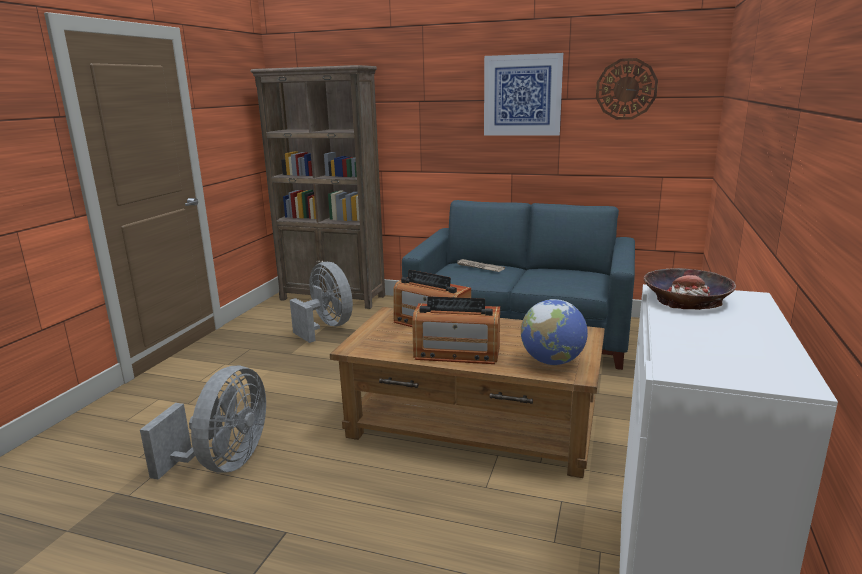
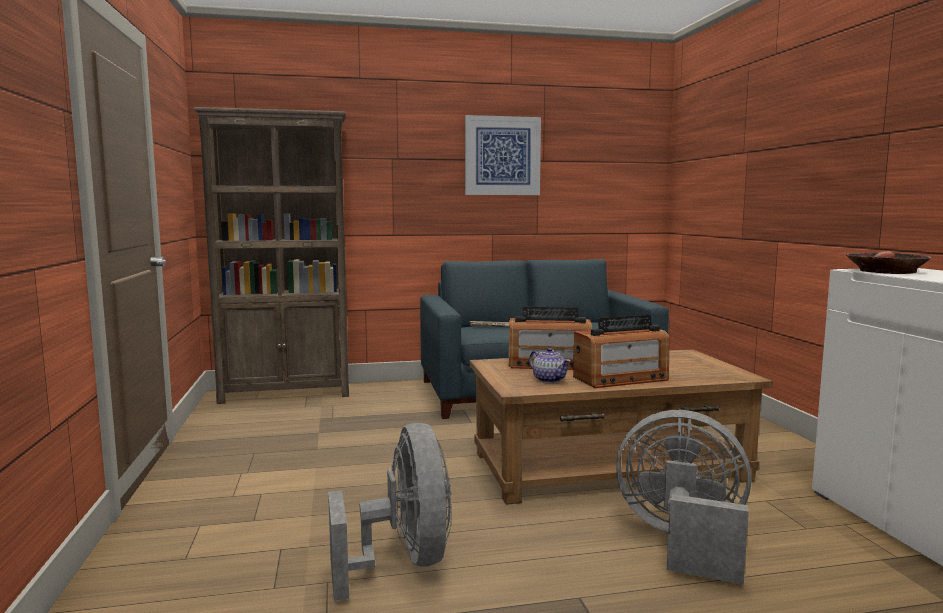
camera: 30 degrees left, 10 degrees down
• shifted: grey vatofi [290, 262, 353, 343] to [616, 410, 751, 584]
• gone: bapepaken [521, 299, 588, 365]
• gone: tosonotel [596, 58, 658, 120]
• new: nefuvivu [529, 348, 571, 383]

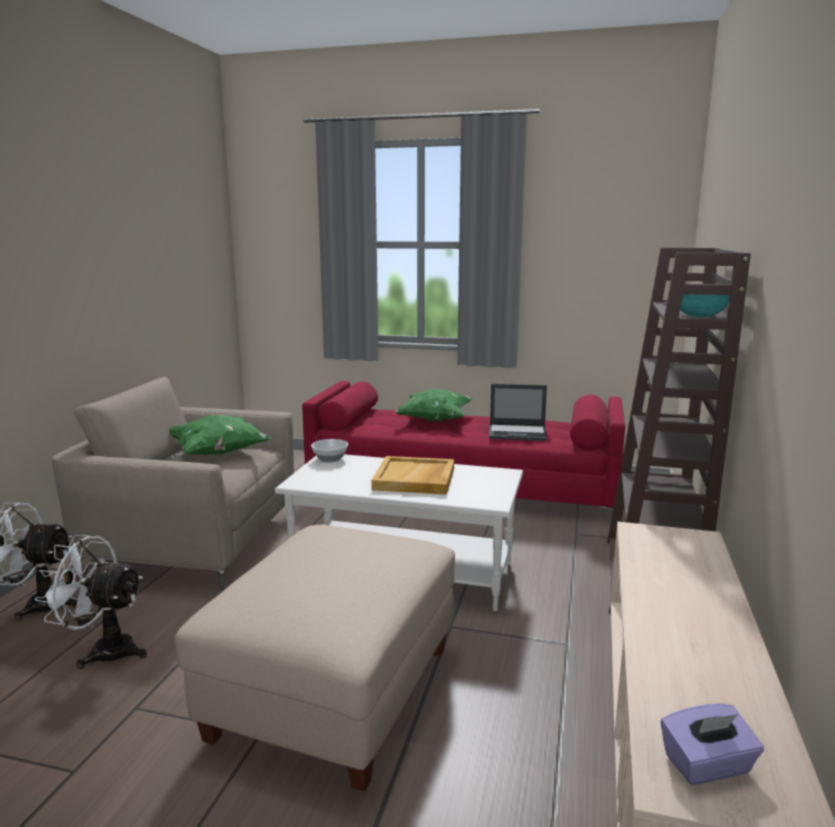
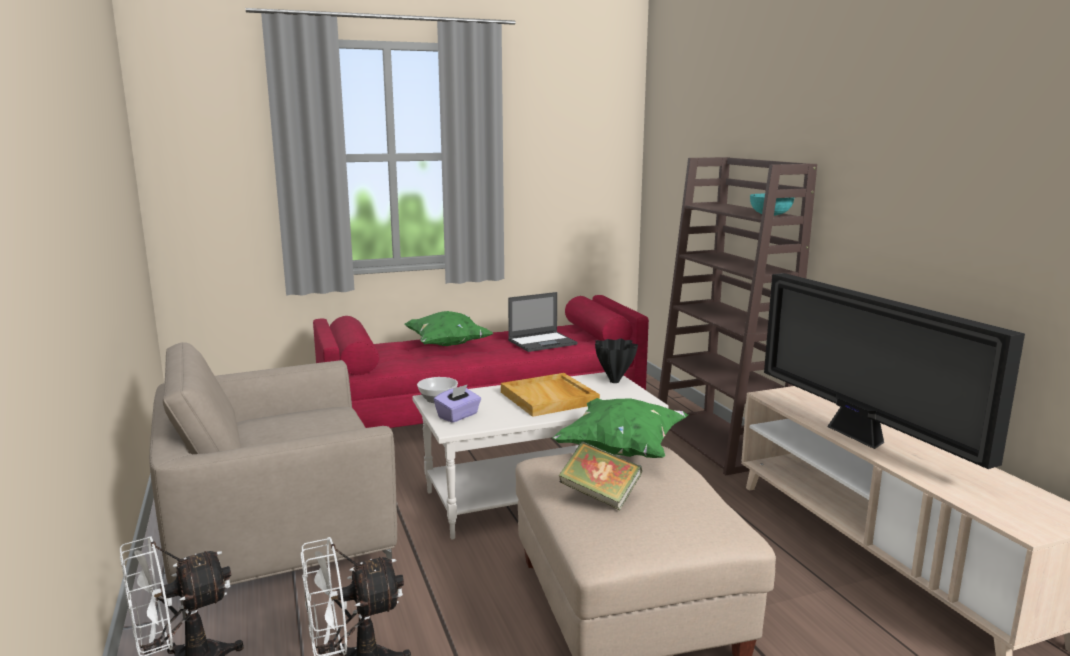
camera: 35 degrees left, 0 degrees up
• shifted: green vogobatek [169, 415, 271, 455] to [552, 398, 688, 458]
• shifted: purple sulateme [661, 703, 764, 785] to [434, 384, 481, 423]
• new: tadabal [559, 442, 642, 510]
• new: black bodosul [595, 339, 638, 383]
• new: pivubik [764, 273, 1025, 469]

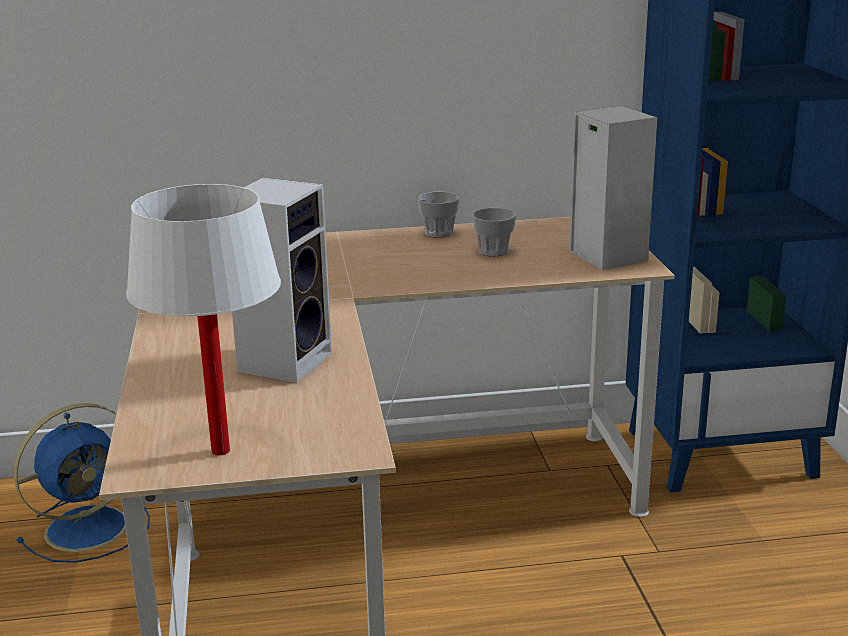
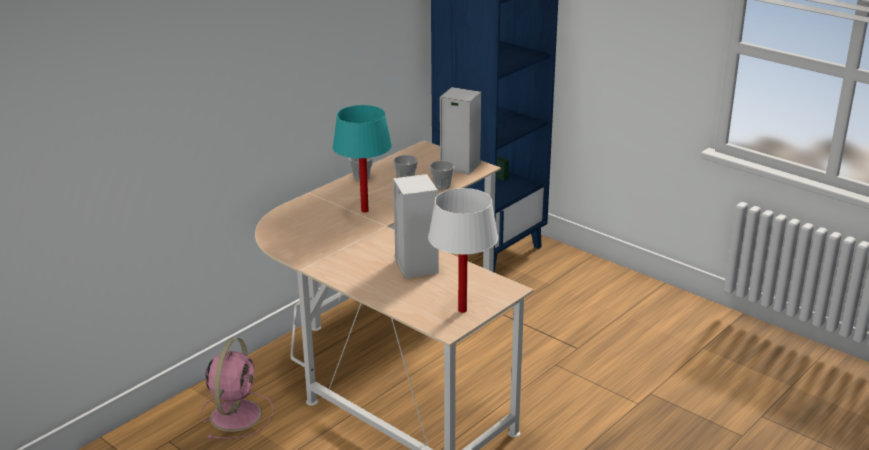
camera: 40 degrees left, 5 degrees up
• repainted: blue vatofi [14, 403, 150, 563] to pink vatofi [201, 338, 274, 439]
• new: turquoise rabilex [332, 105, 392, 213]
• new: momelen [430, 161, 455, 189]

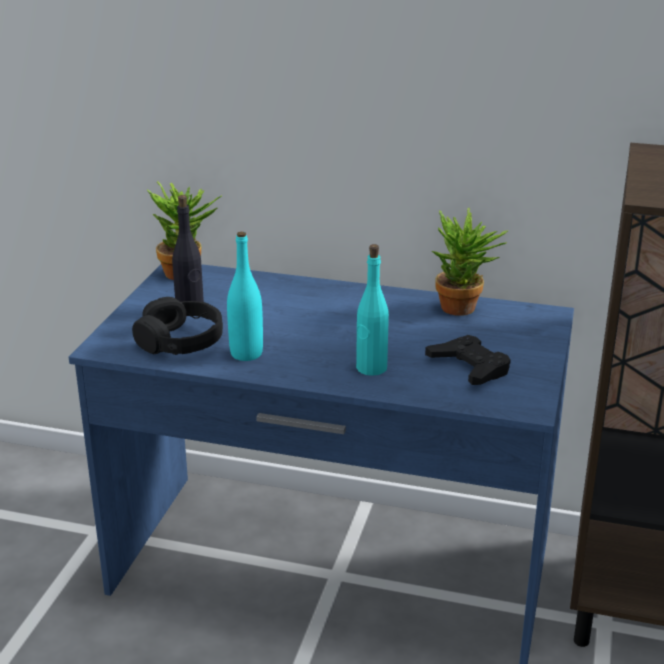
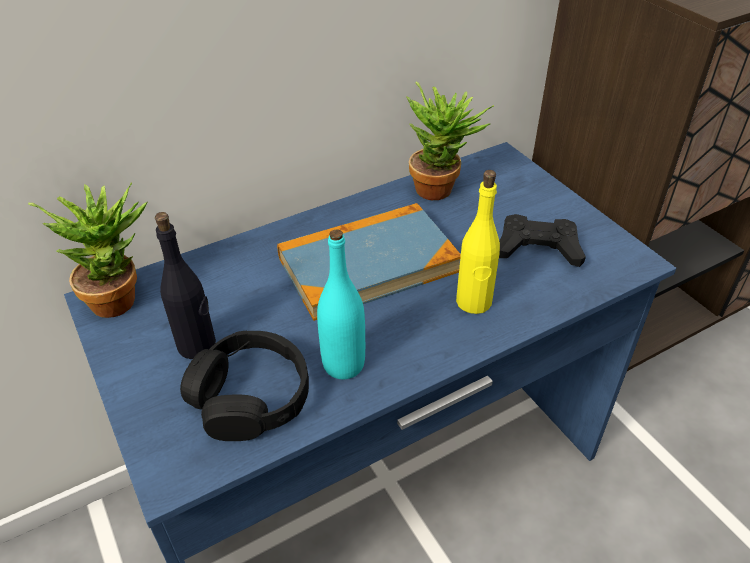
camera: 45 degrees left, 15 degrees up
• repainted: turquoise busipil [356, 244, 389, 376] to yellow busipil [456, 170, 500, 314]
• new: tadabal [277, 203, 461, 321]

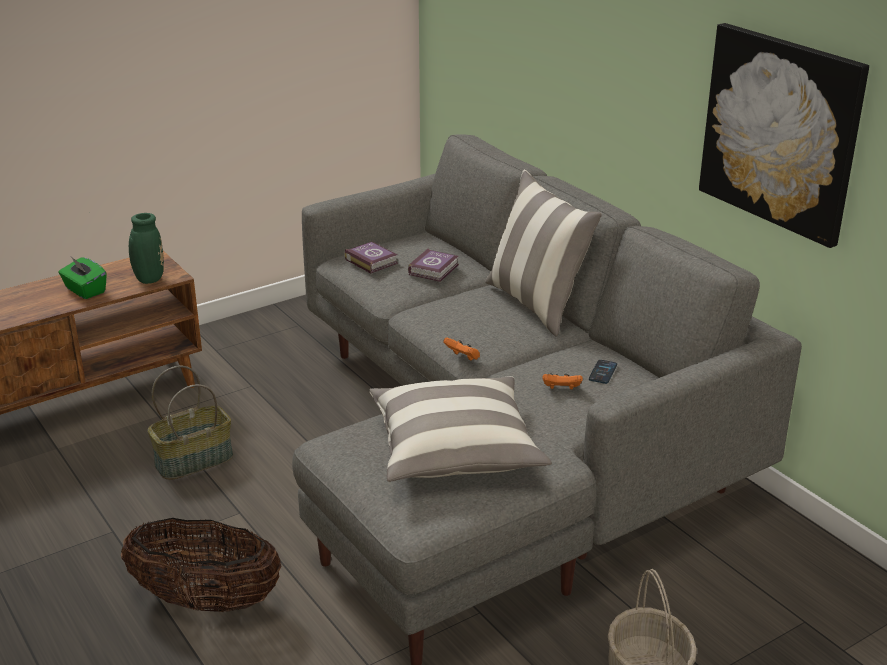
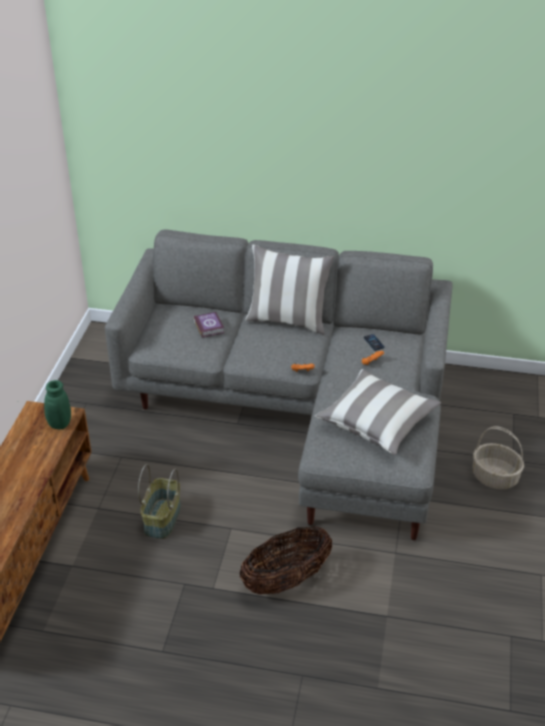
camera: 45 degrees left, 10 degrees up
• gone: green sulateme [58, 257, 107, 299]
• gone: tadabal [344, 242, 398, 274]
• gone: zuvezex [699, 23, 869, 248]

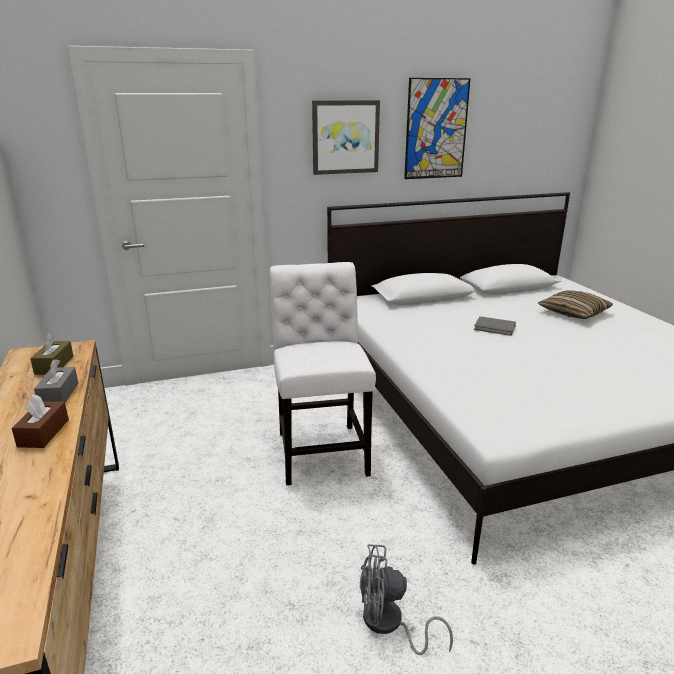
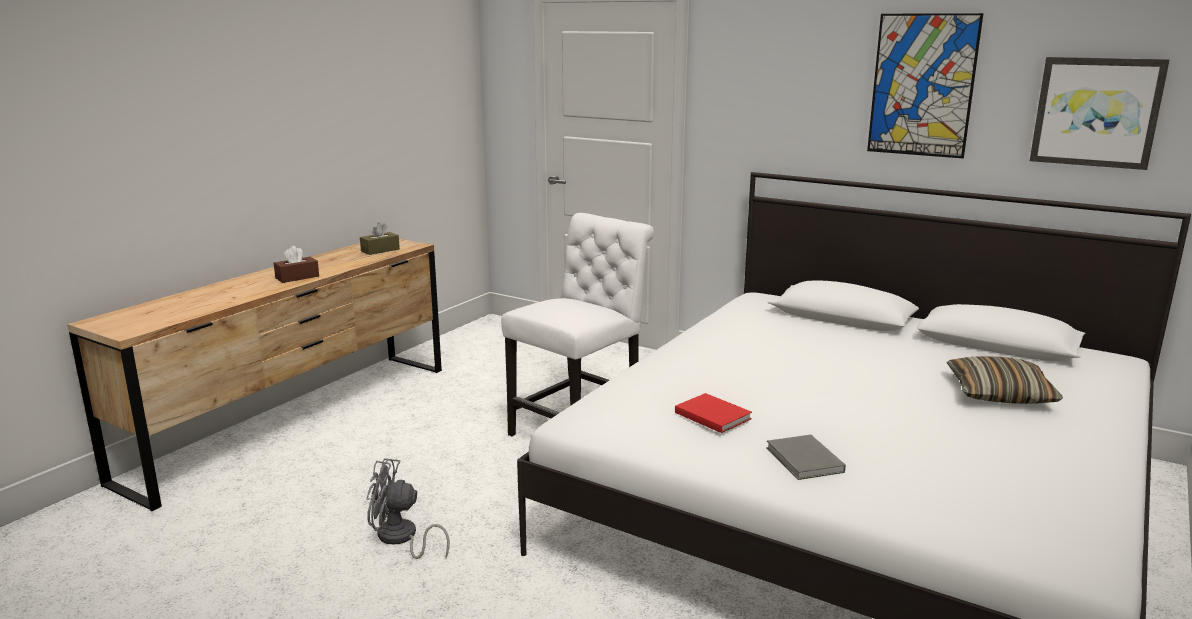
camera: 50 degrees right, 5 degrees down
• gone: grey sulateme [34, 359, 78, 403]
• shifted: zuvezex [312, 100, 380, 175] to [1030, 57, 1169, 170]
• rotated: grey vatofi [360, 544, 453, 655] = [366, 458, 450, 559] 45 degrees counterclockwise
• shifted: grey tadabal [474, 316, 516, 336] to [766, 435, 846, 480]
• new: red tadabal [675, 393, 752, 433]

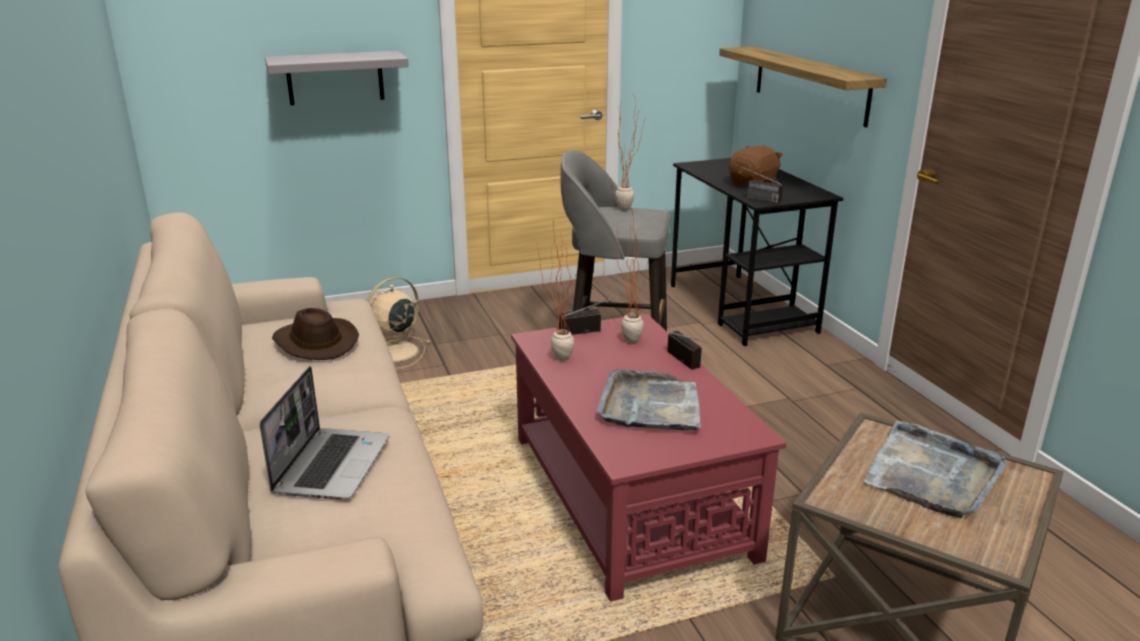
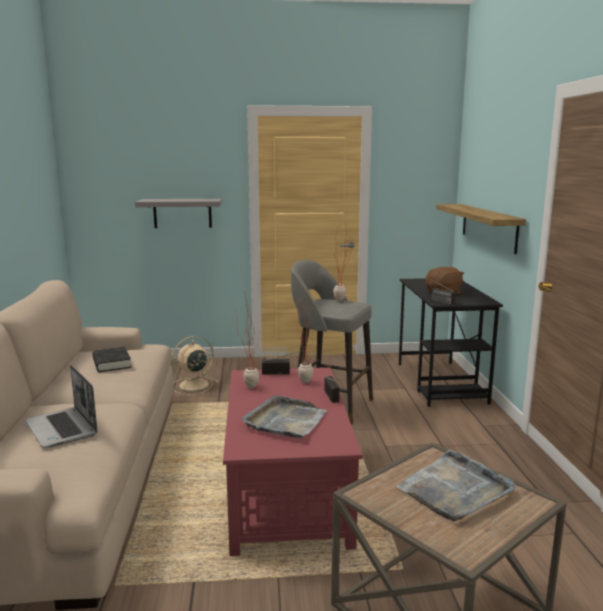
camera: 15 degrees right, 10 degrees down
• rotated: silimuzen [259, 366, 389, 500] = [25, 365, 98, 448] 120 degrees clockwise
• swapped: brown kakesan [272, 308, 359, 360] to black tadabal [92, 347, 131, 372]

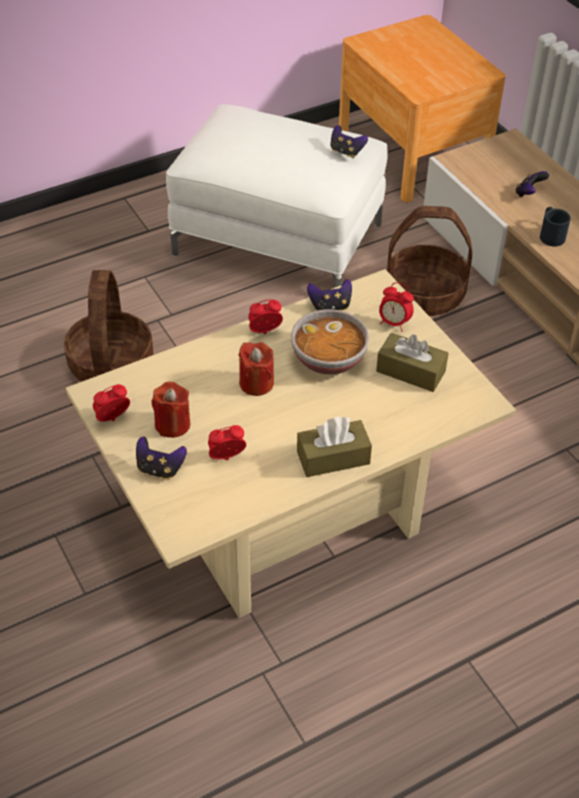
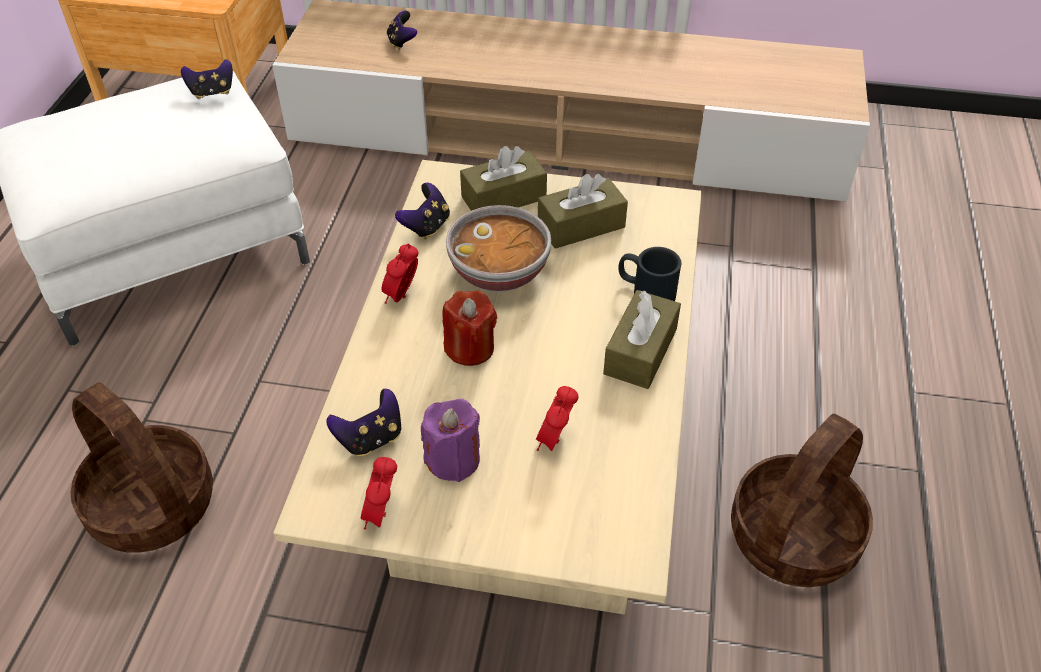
camera: 50 degrees left, 0 degrees up
• shifted: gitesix [136, 436, 187, 479] to [326, 389, 401, 456]
• repainted: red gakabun [152, 381, 191, 438] to purple gakabun [421, 399, 480, 482]
• swapped: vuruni [379, 282, 414, 331] to brown sulateme [460, 146, 547, 211]
• shifted: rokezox [387, 206, 473, 316] to [731, 414, 873, 587]
• shifted: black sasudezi [540, 207, 571, 247] to [618, 247, 682, 301]

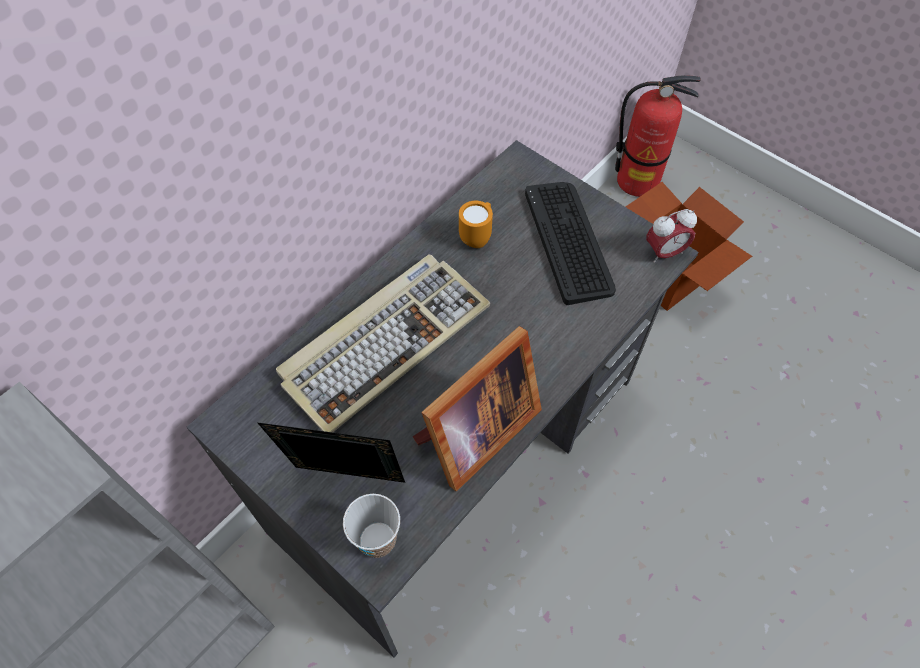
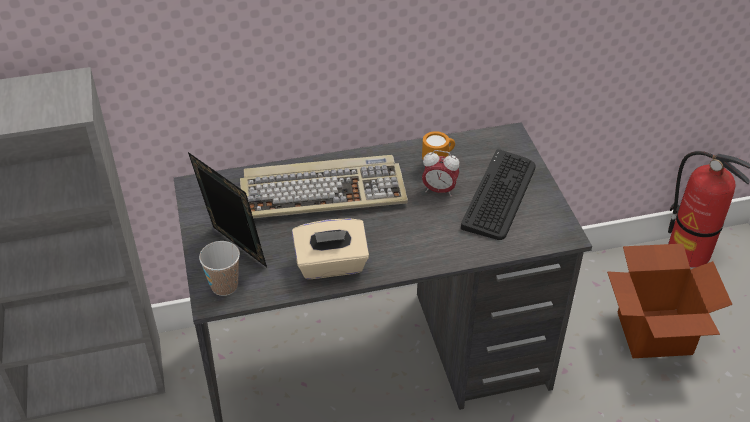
camera: 35 degrees right, 15 degrees down
• swapped: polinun [413, 326, 542, 491] to beige sulateme [292, 218, 369, 279]
• shifted: vuruni [646, 209, 697, 263] to [422, 150, 460, 197]

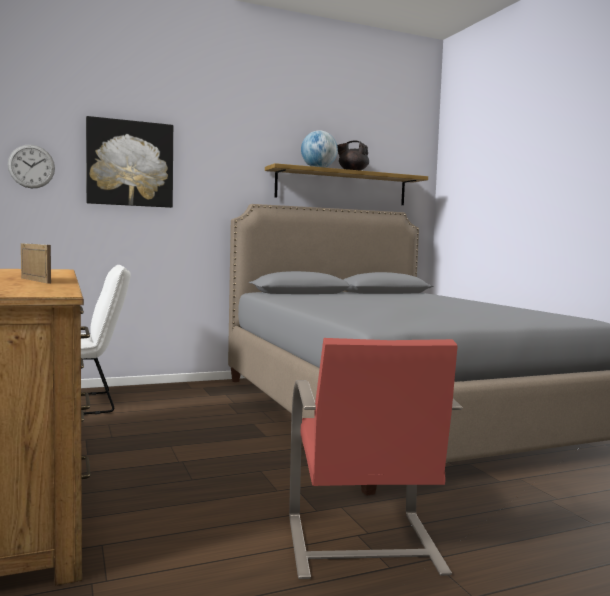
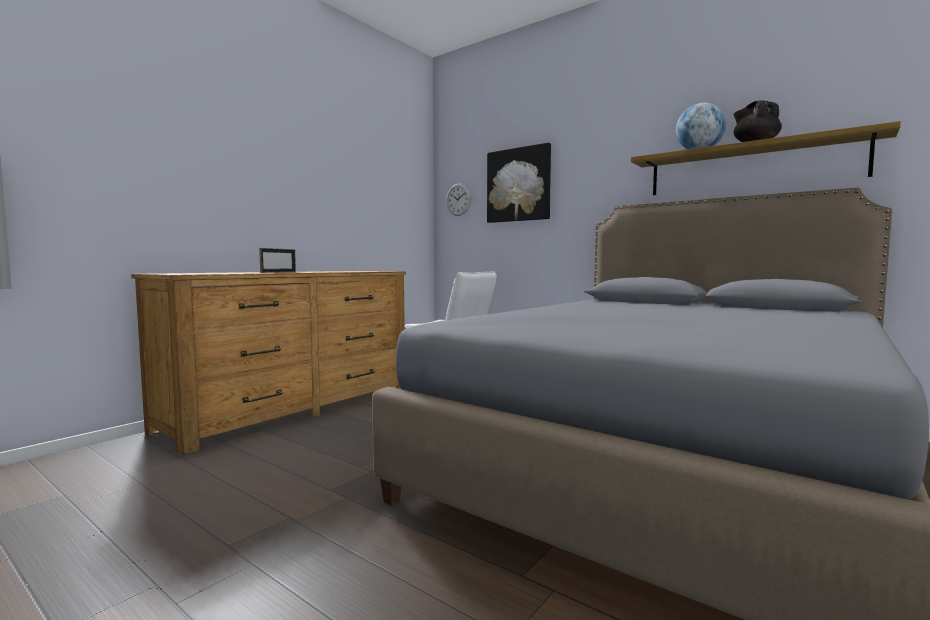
camera: 60 degrees right, 0 degrees up
• gone: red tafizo [289, 338, 463, 579]

